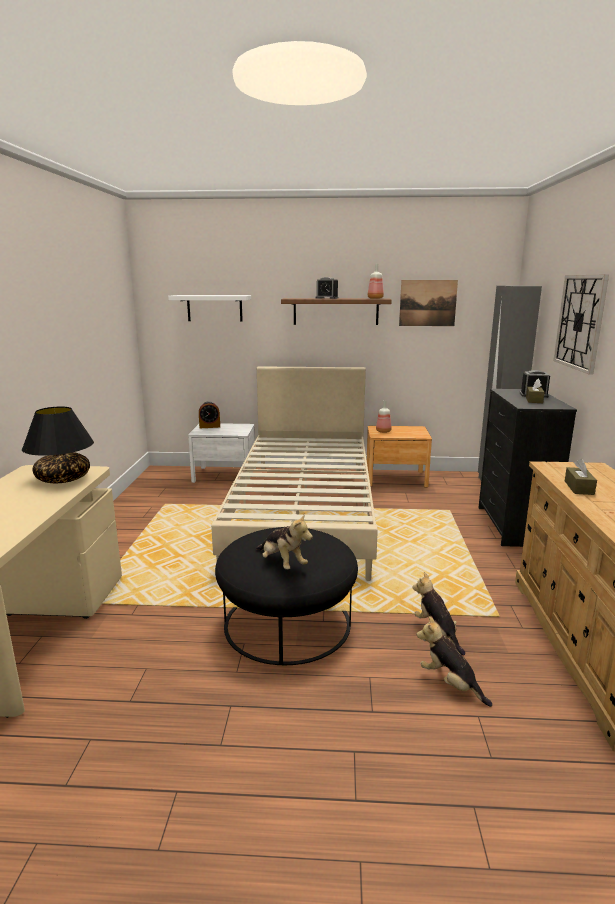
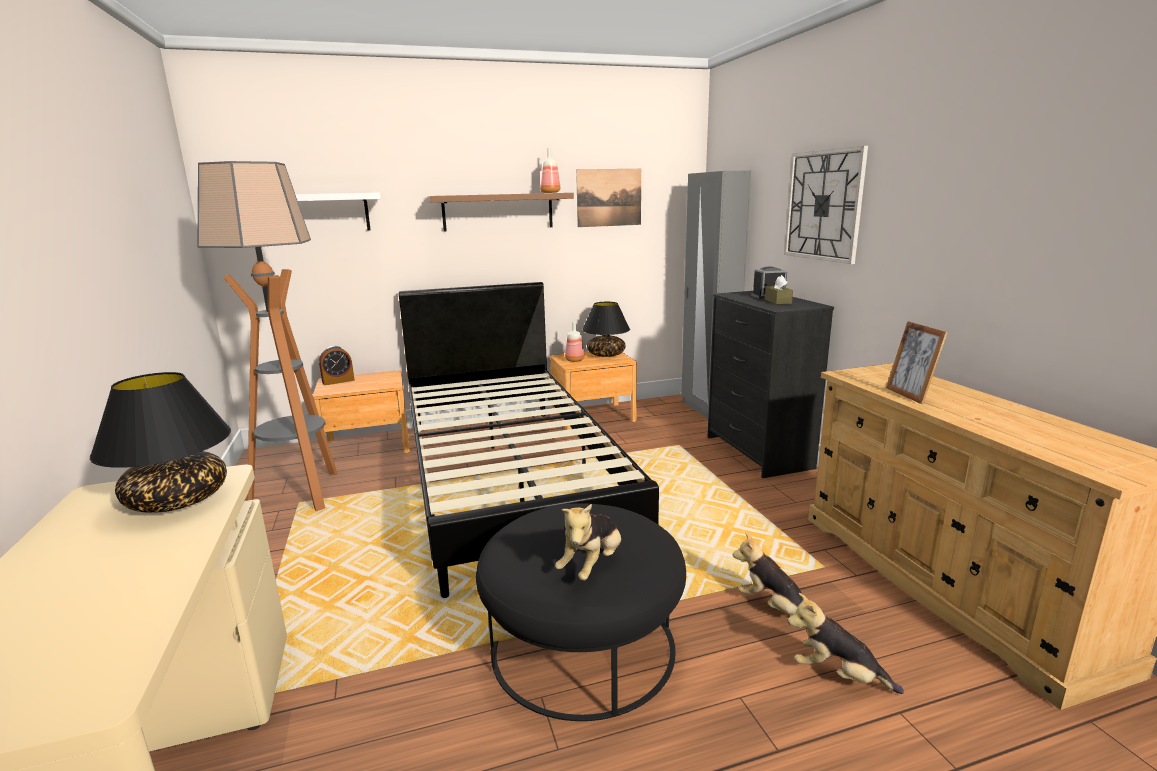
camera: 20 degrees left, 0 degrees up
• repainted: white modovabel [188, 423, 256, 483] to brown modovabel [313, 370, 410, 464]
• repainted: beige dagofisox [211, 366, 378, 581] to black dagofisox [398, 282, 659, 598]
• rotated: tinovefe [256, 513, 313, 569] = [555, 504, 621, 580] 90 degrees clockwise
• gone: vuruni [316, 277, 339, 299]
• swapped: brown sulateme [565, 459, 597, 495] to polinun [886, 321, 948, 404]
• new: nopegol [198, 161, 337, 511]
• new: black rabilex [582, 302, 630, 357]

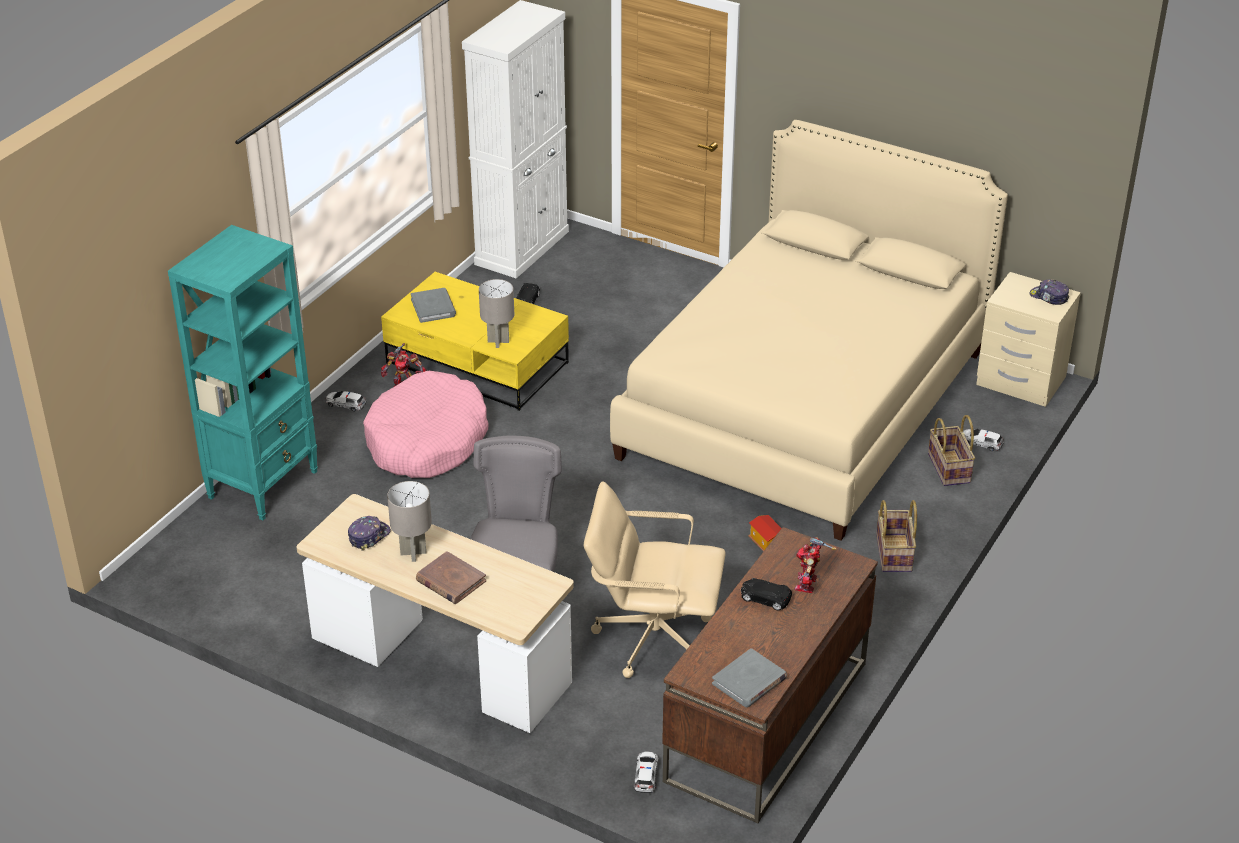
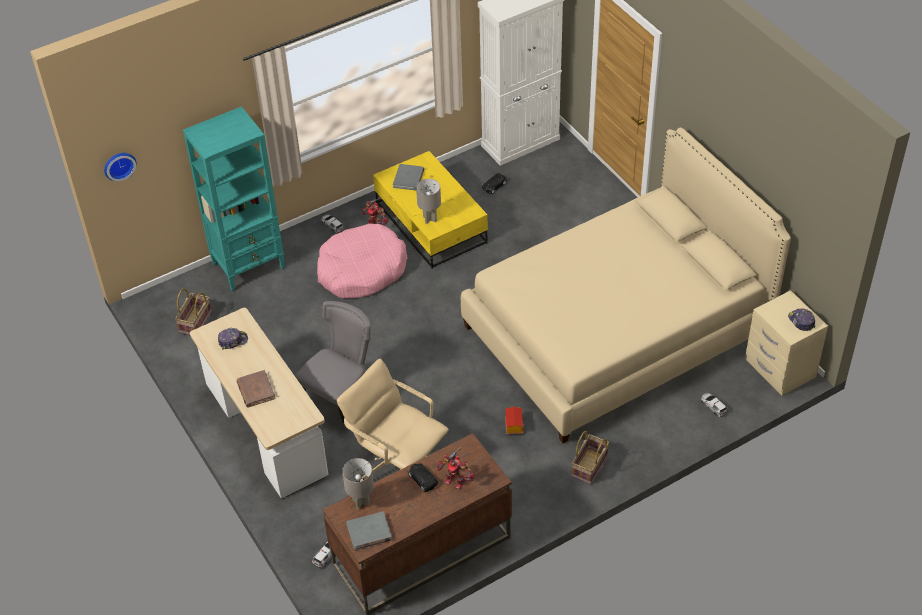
camera: 30 degrees right, 10 degrees up
• shifted: grey rabilex [387, 481, 432, 562] to [342, 458, 374, 510]
• rotated: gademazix [795, 537, 837, 593] = [437, 447, 474, 489] 105 degrees counterclockwise
• shifted: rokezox [928, 415, 975, 486] to [175, 288, 212, 335]
• new: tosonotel [104, 153, 137, 181]

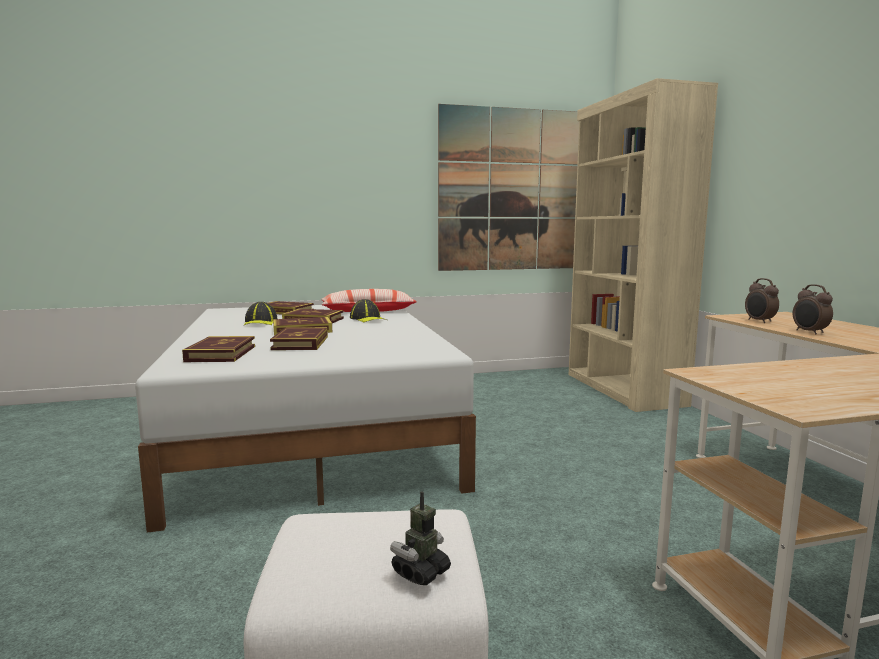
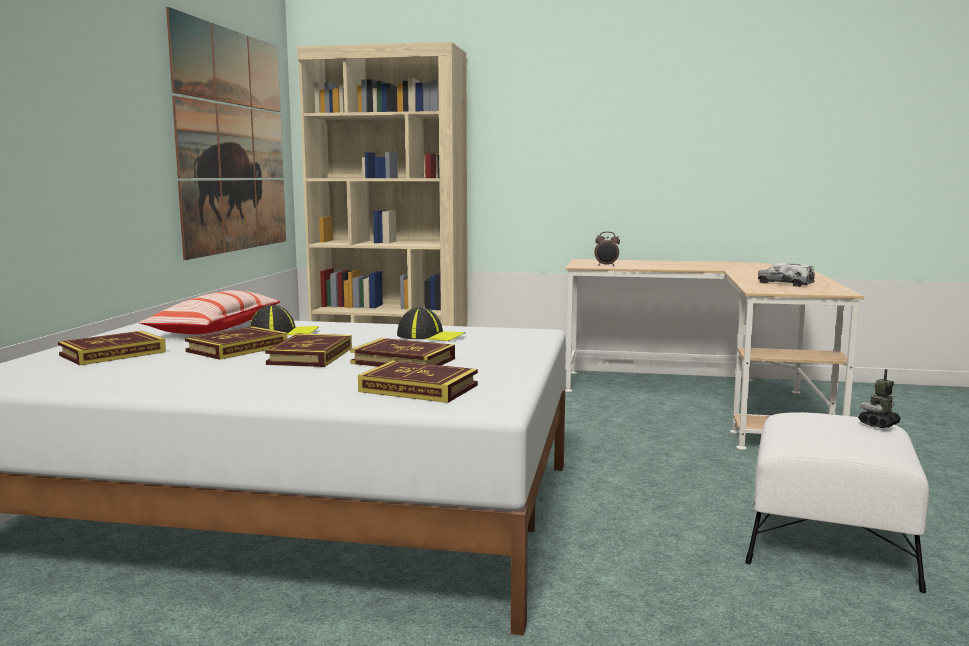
camera: 65 degrees left, 0 degrees up
• shifted: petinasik [244, 302, 278, 325] to [397, 307, 466, 341]
• rotated: gademazix [390, 491, 451, 585] = [859, 369, 901, 428] 75 degrees clockwise
• gone: vuruni [793, 284, 833, 335]
• new: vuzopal [758, 263, 815, 287]

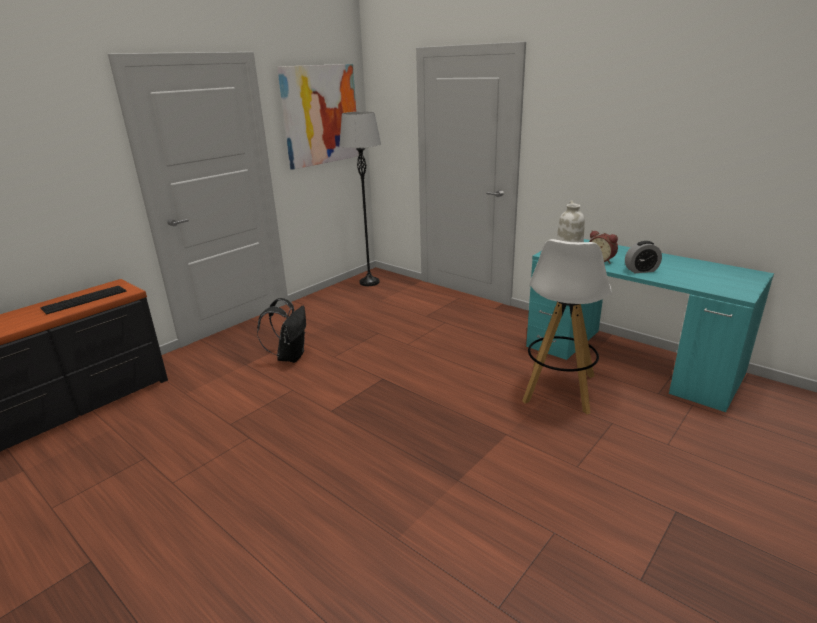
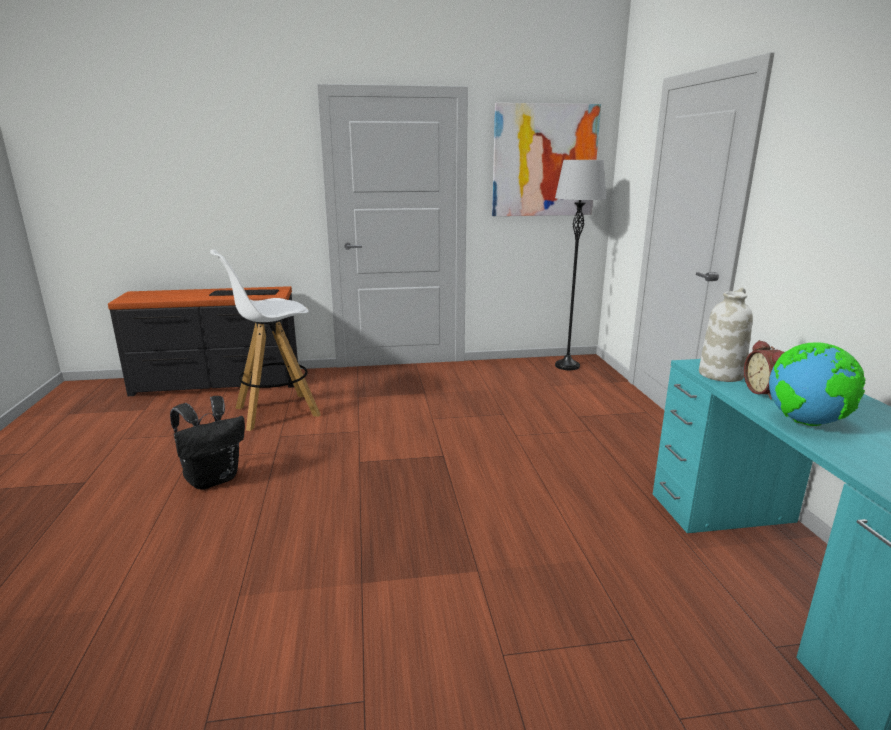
camera: 40 degrees right, 5 degrees down
• shifted: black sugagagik [257, 298, 306, 363] to [170, 396, 245, 490]
• shifted: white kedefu [522, 239, 612, 415] to [210, 249, 321, 431]
• swapped: vuruni [625, 241, 662, 273] to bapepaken [769, 342, 865, 426]

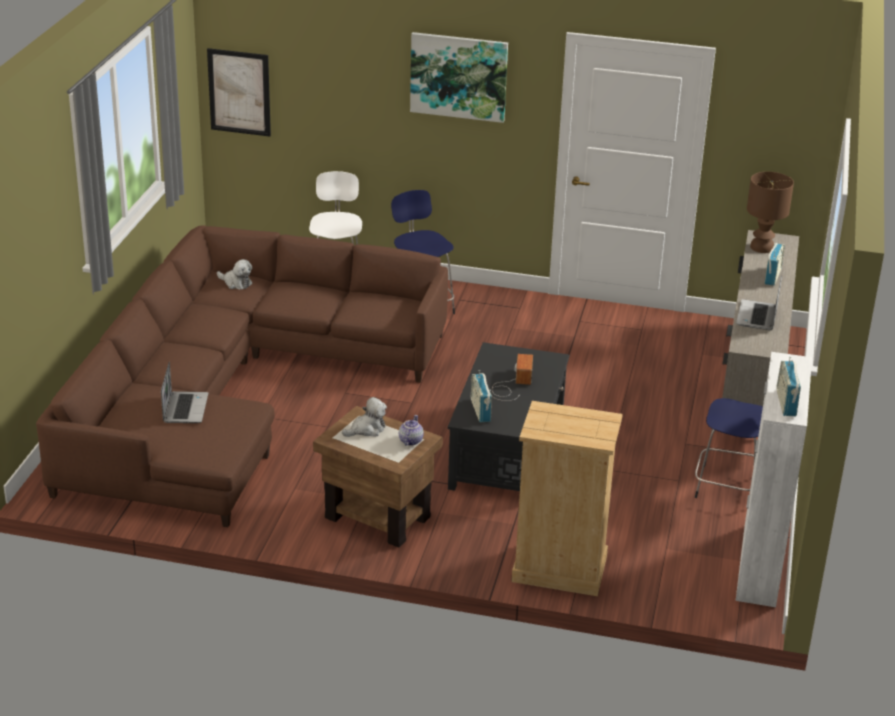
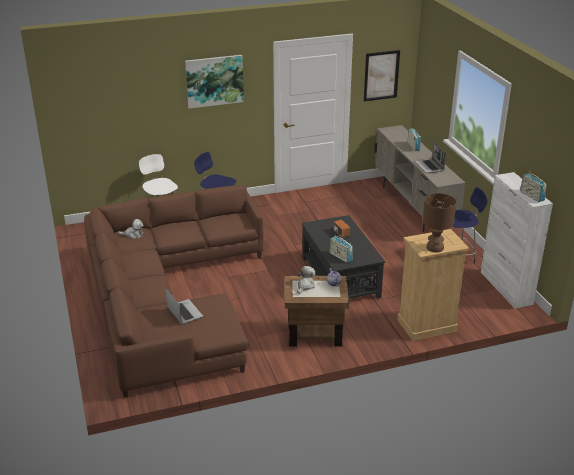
camera: 30 degrees left, 0 degrees up
• shifted: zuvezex [207, 48, 271, 137] to [364, 50, 400, 101]
• shifted: brown rabilex [747, 172, 794, 253] to [423, 193, 456, 253]

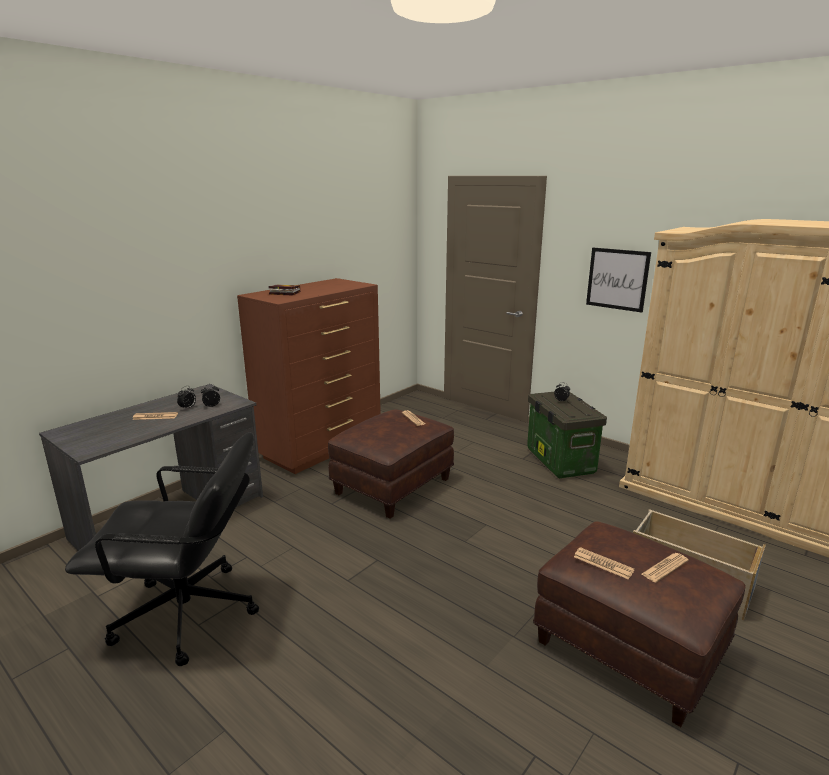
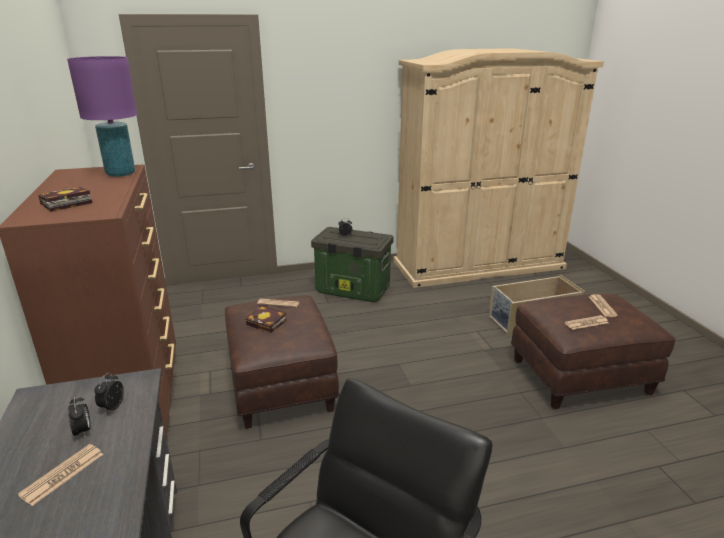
camera: 55 degrees left, 5 degrees up
• gone: zuvezex [586, 248, 651, 313]
• new: purple rabilex [67, 56, 137, 177]
• new: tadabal [246, 305, 287, 333]

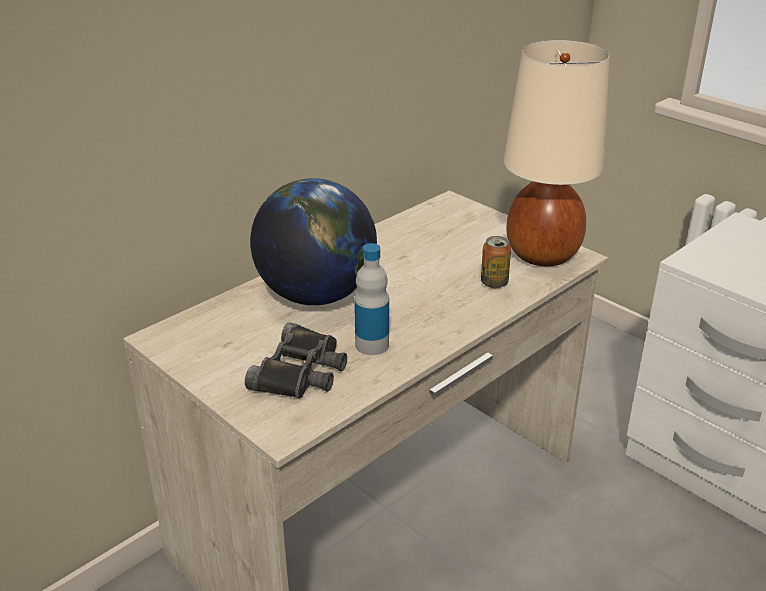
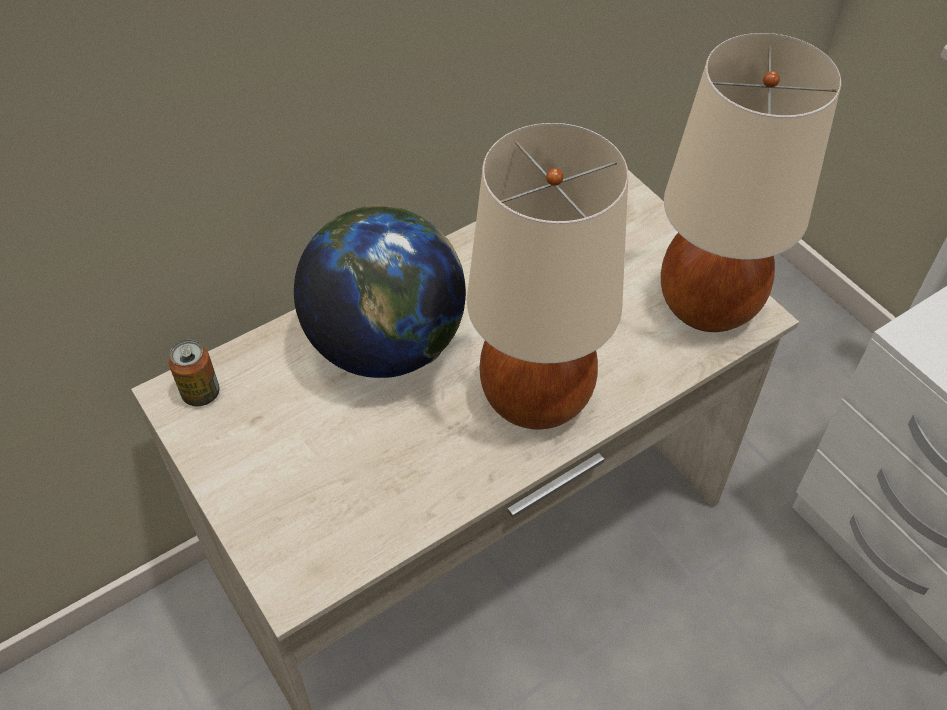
camera: 10 degrees right, 20 degrees up
• gone: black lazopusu [245, 322, 347, 398]
• gone: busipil [354, 243, 389, 355]
• shifted: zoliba [481, 236, 511, 288] to [168, 340, 220, 406]
• new: beige rabilex [467, 123, 629, 429]

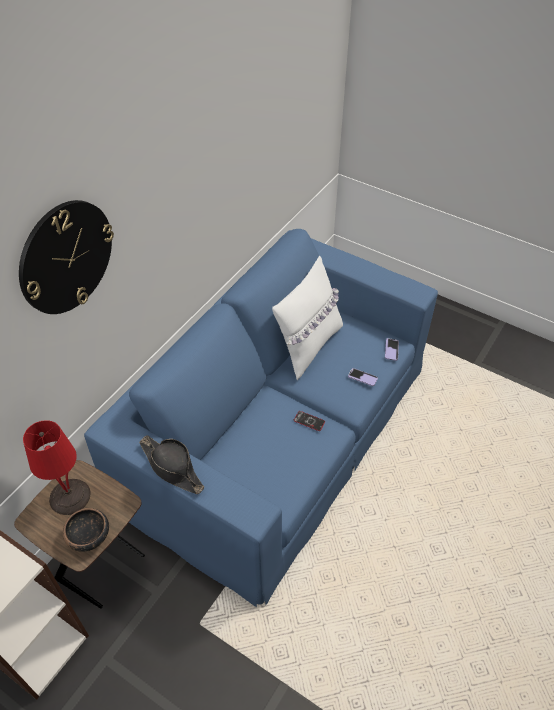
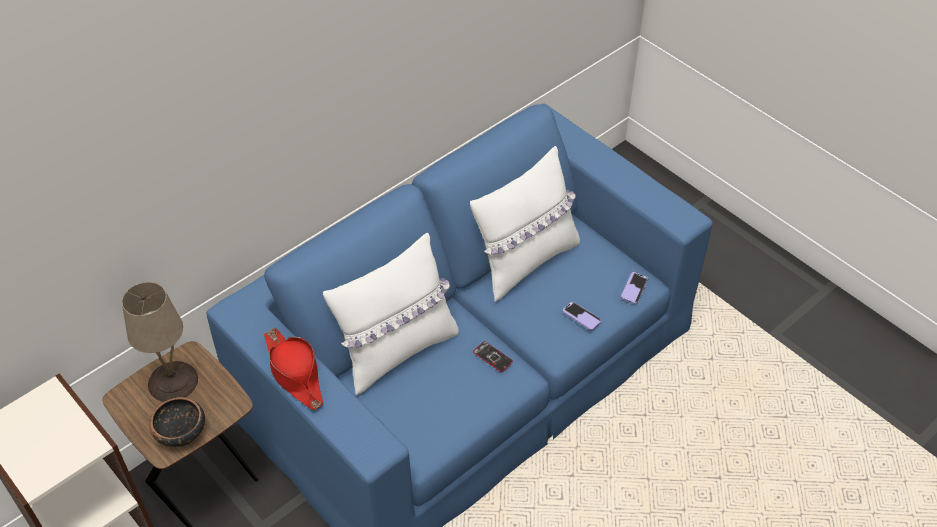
camera: 15 degrees right, 0 degrees up
• gone: tosonotel [19, 200, 114, 314]
• repainted: red rabilex [23, 420, 91, 515] to beige rabilex [122, 282, 198, 402]
• repainted: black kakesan [139, 435, 204, 494] to red kakesan [264, 328, 323, 410]
• new: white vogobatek [323, 233, 459, 396]

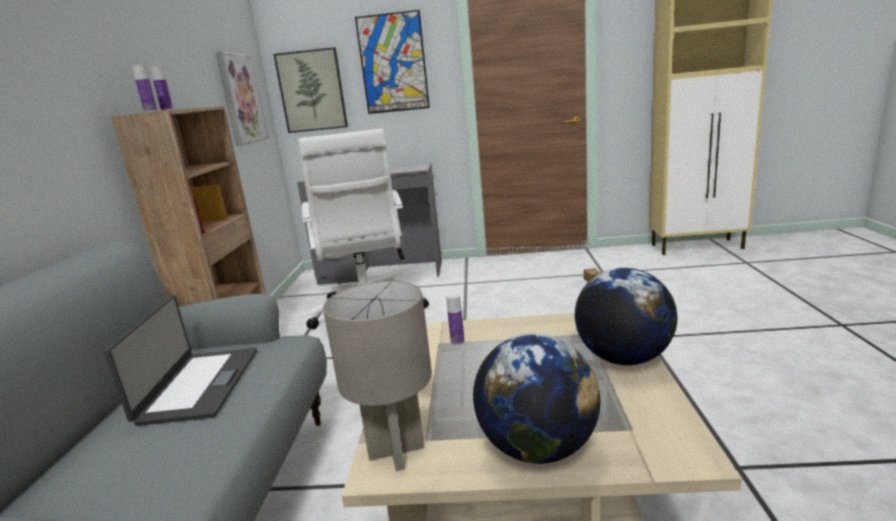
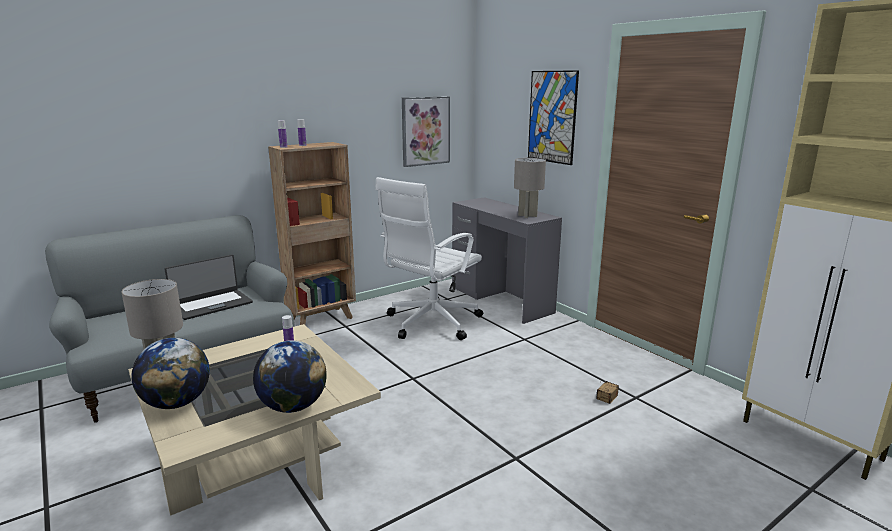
camera: 50 degrees right, 0 degrees up
• gone: zuvezex [274, 47, 348, 133]
• new: grey rabilex [514, 158, 546, 218]

